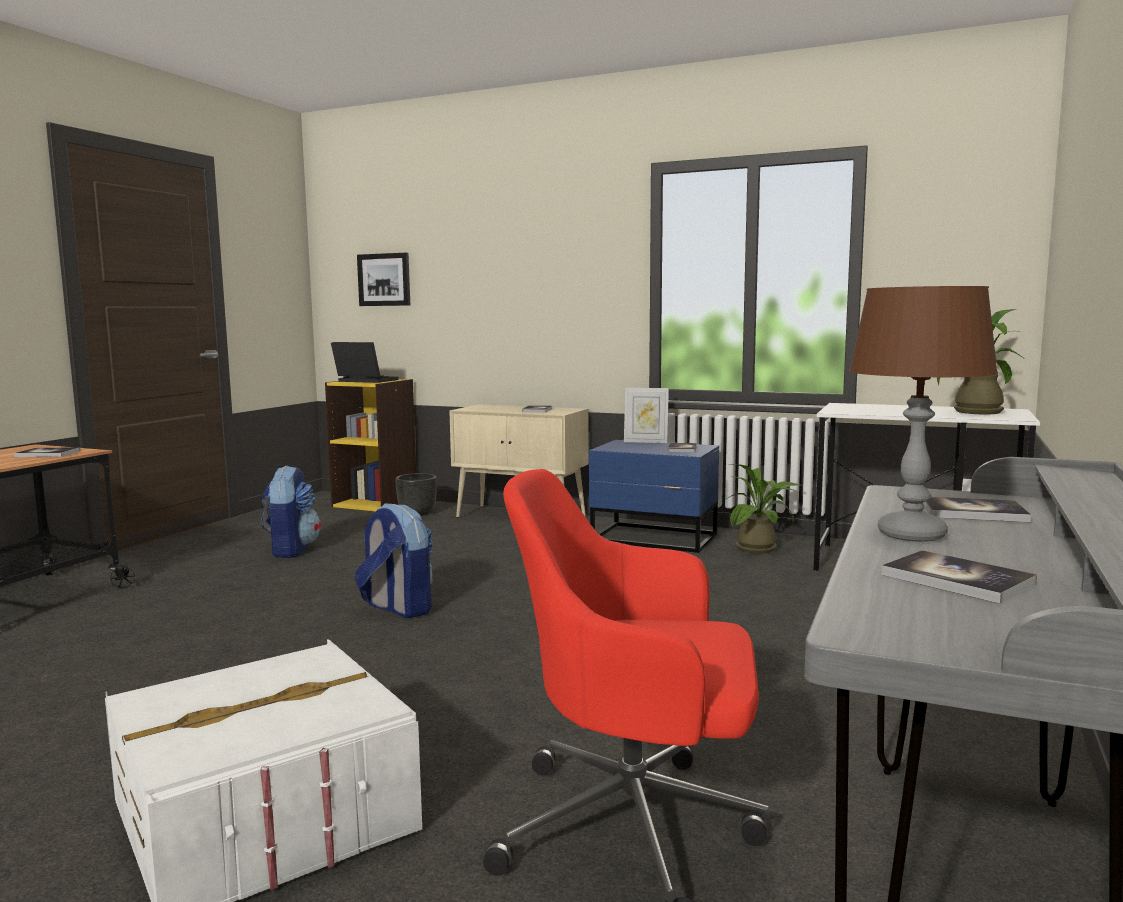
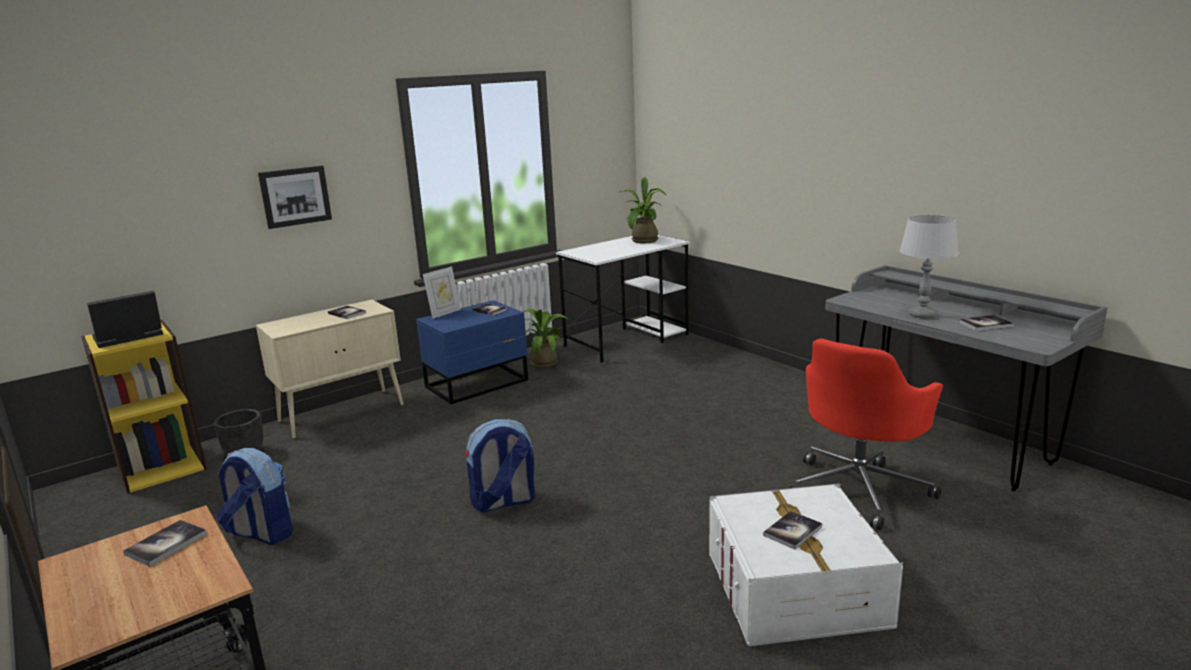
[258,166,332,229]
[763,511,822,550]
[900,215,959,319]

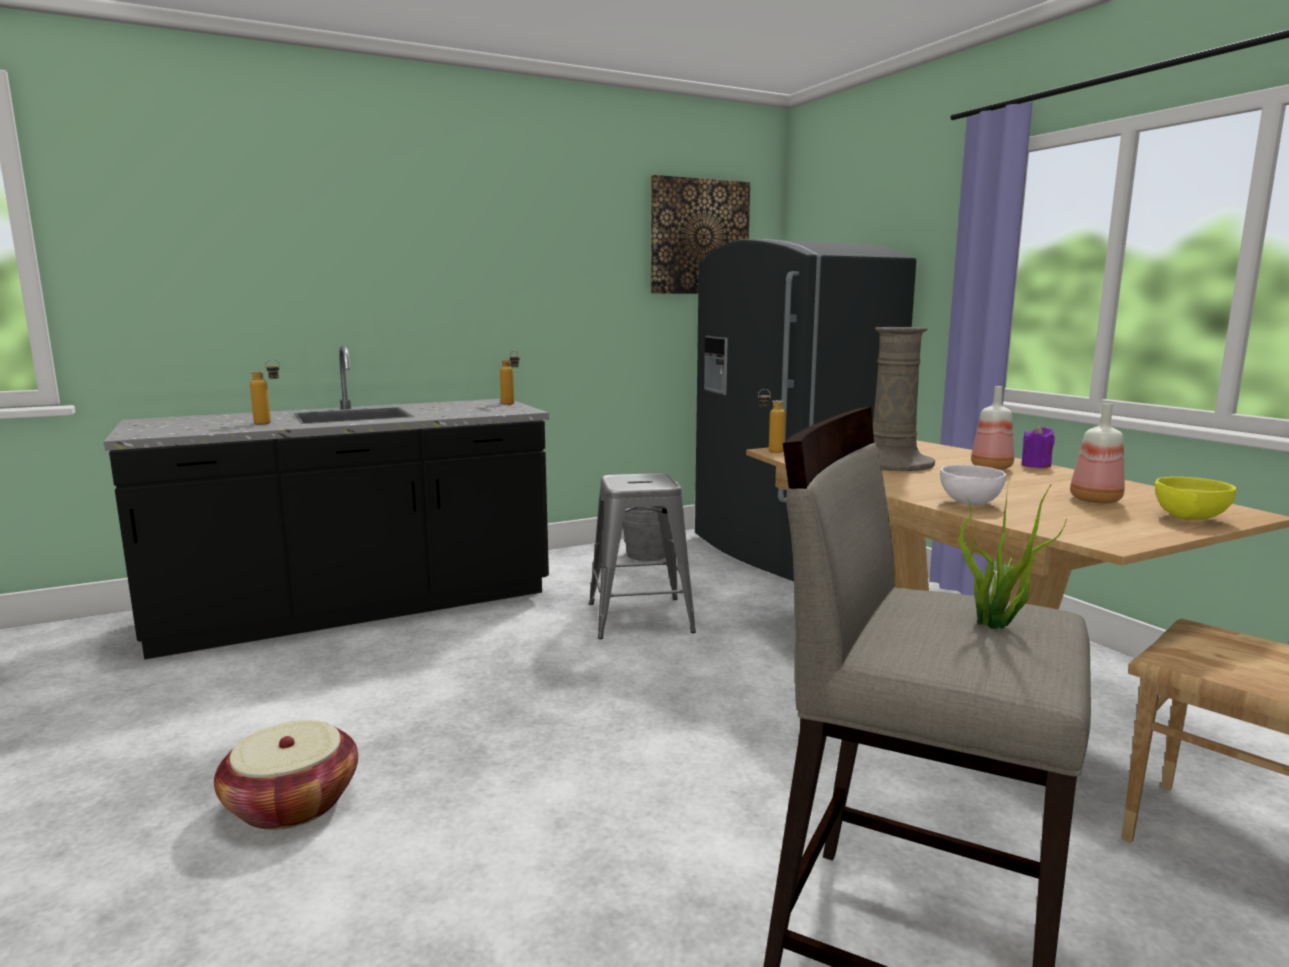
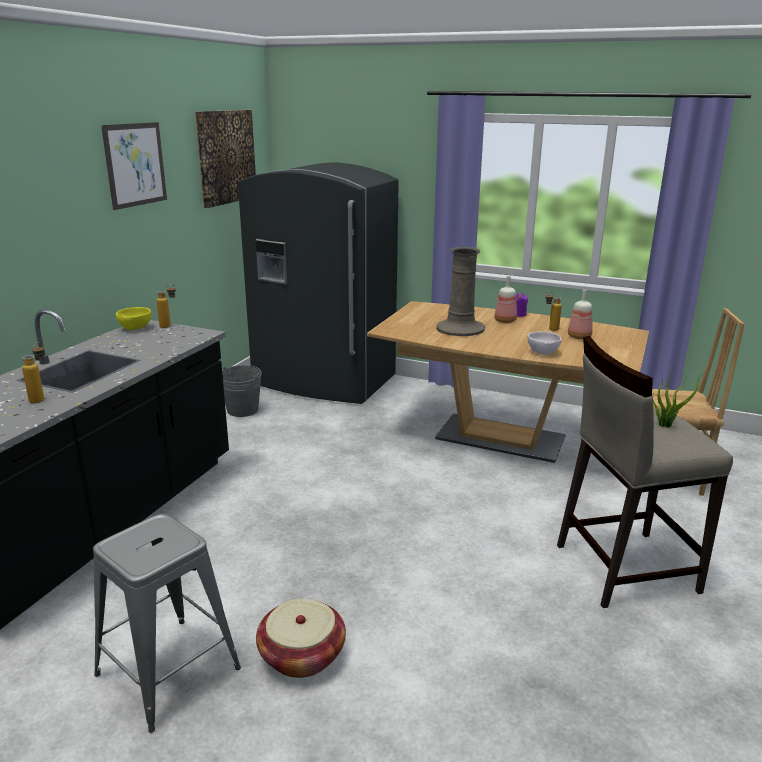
[101,122,167,210]
[93,514,241,733]
[545,291,562,331]
[116,307,151,330]

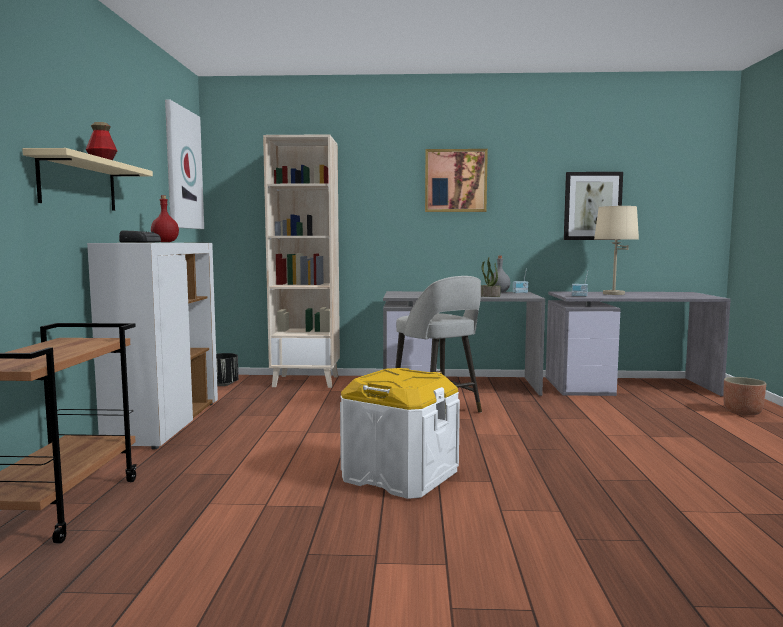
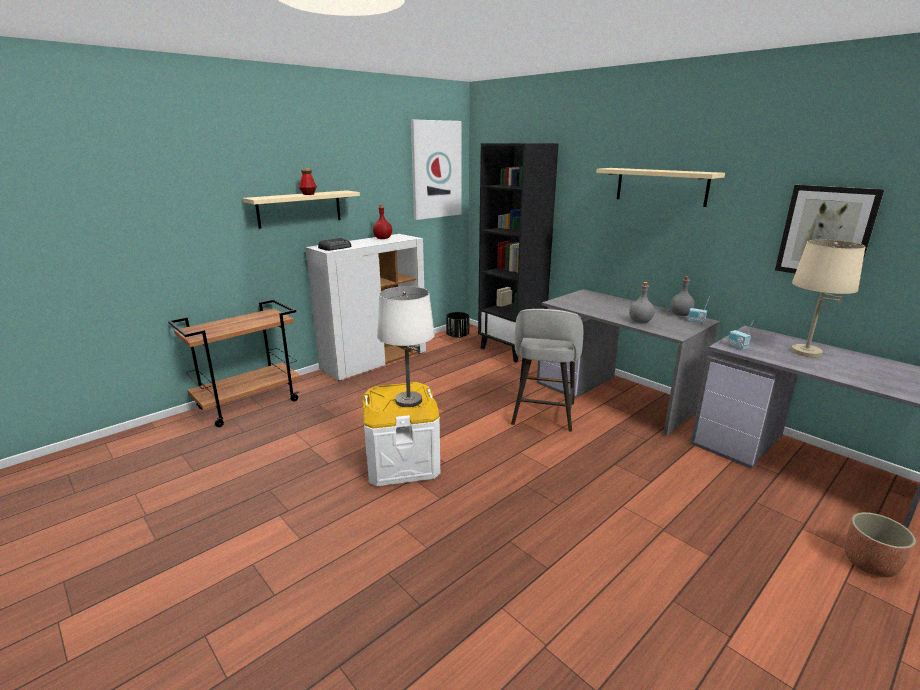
[377,286,435,407]
[596,168,725,207]
[629,282,654,323]
[478,143,559,362]

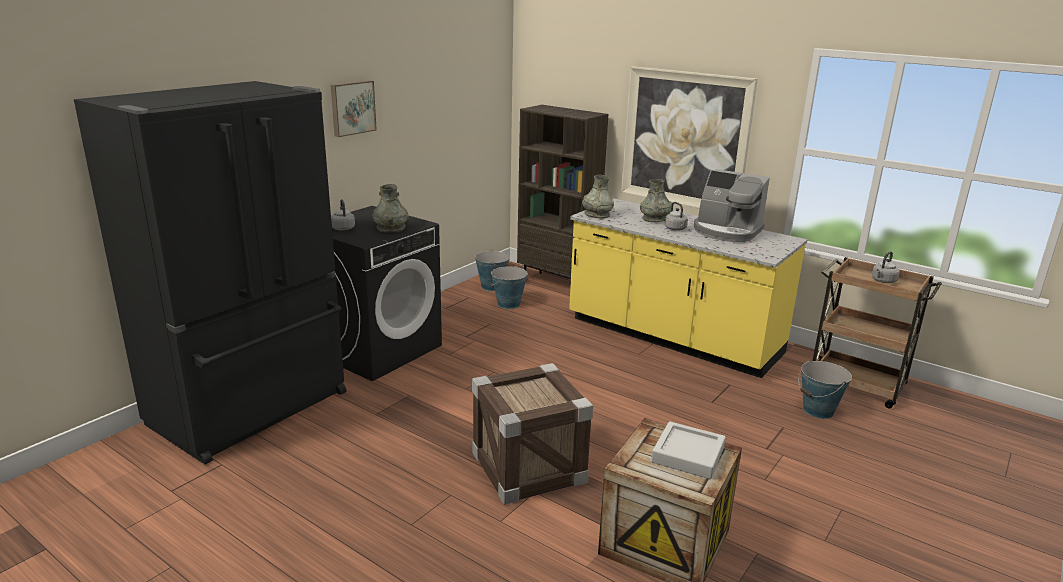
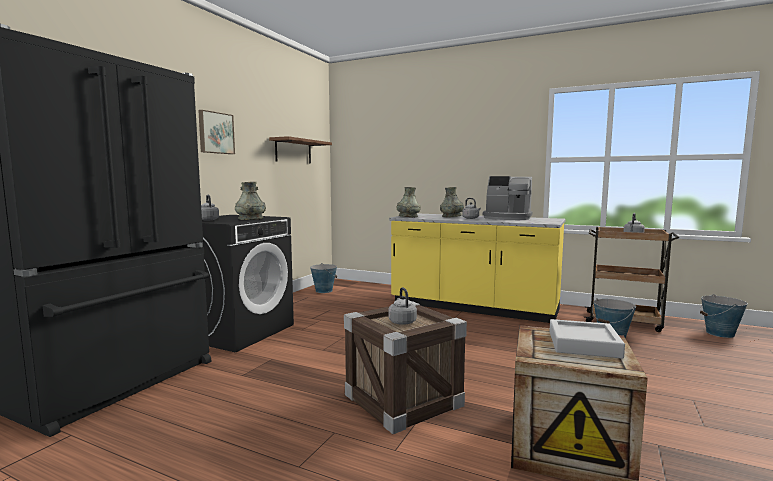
[517,105,608,279] (first image)
[621,66,758,209] (first image)
[269,136,332,164]
[388,287,417,325]
[700,294,748,338]

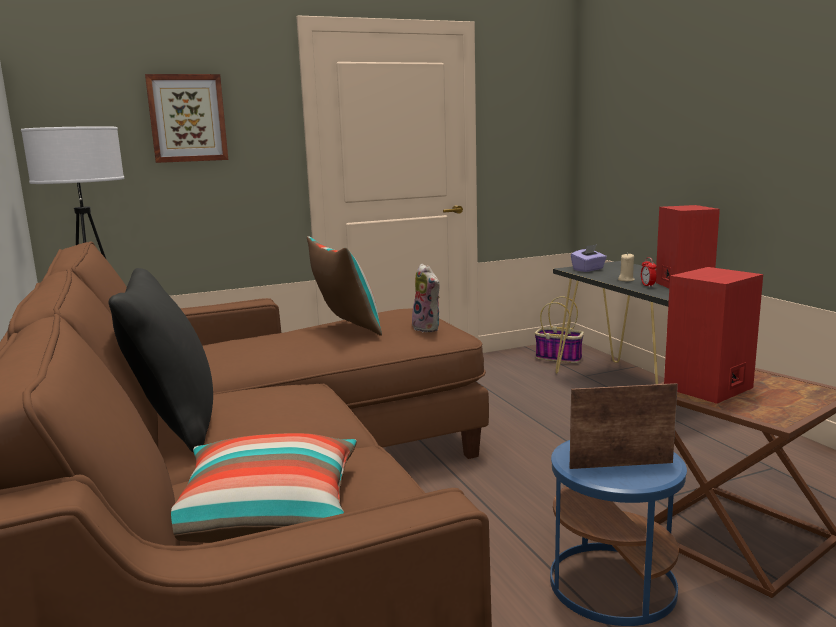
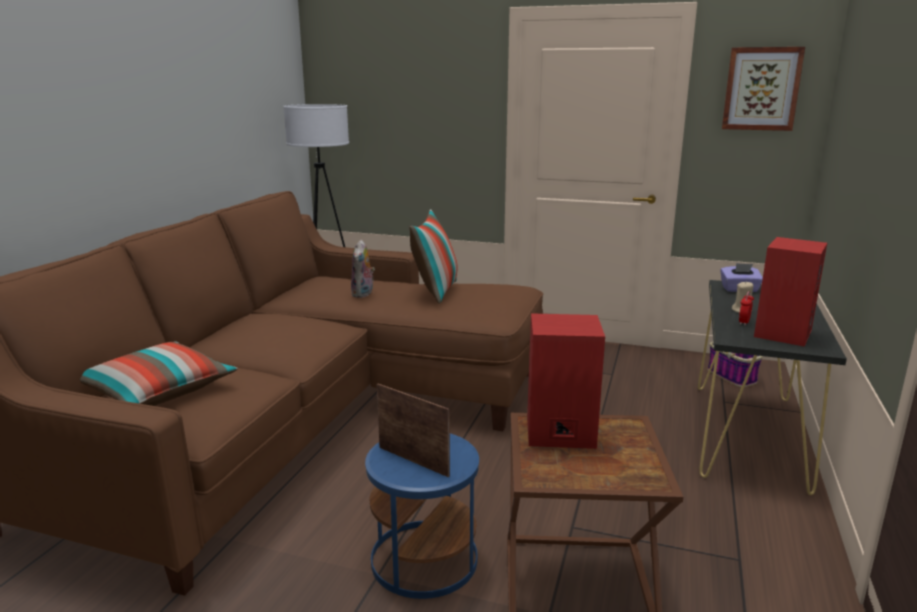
[108,268,213,453] (first image)
[722,47,805,131]
[351,240,375,298]

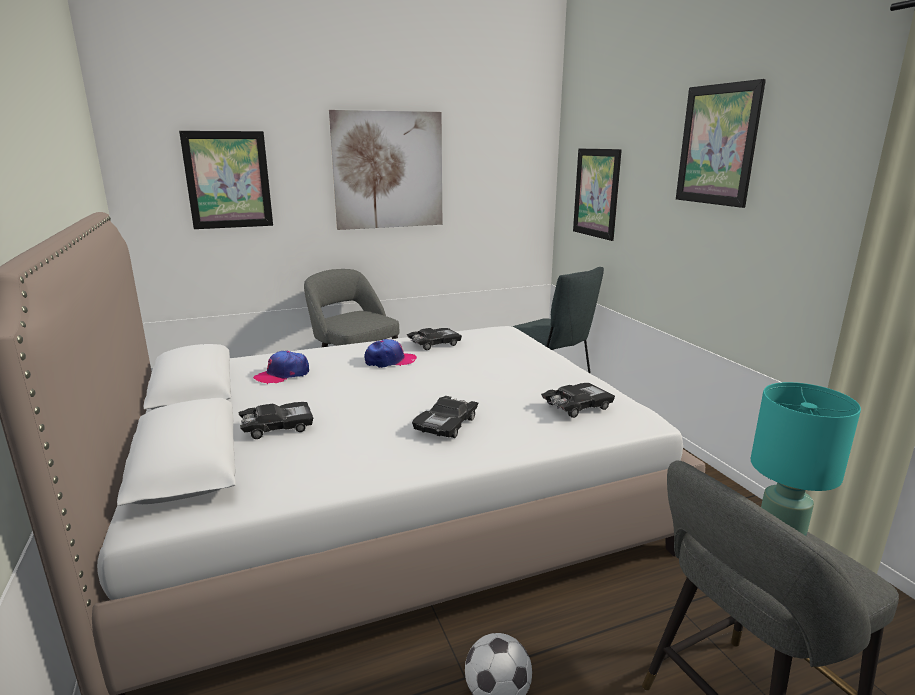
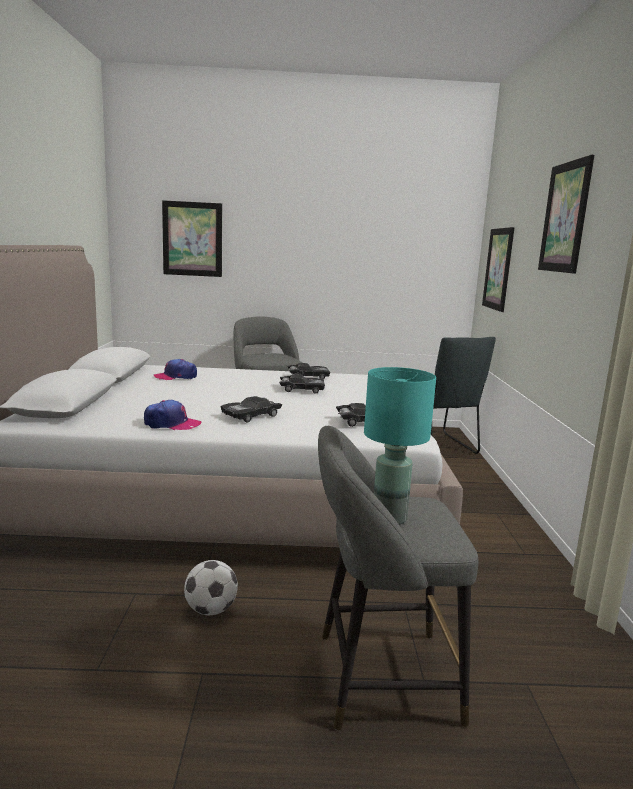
[329,110,442,230] (first image)
[279,374,325,394]
[144,400,202,430]

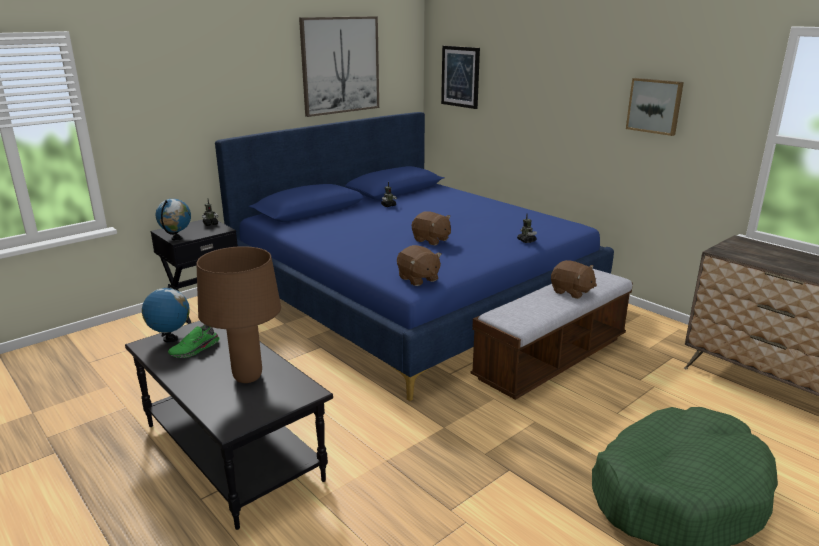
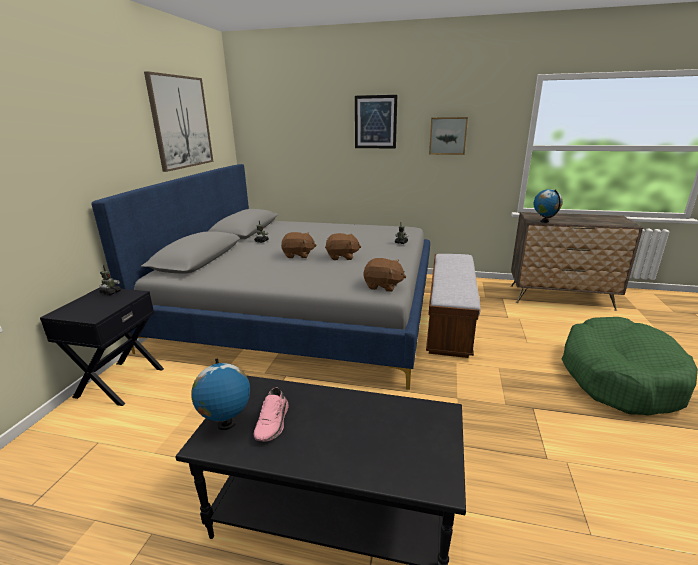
[196,246,281,383] (first image)
[533,189,563,223]
[355,95,397,148]
[281,232,317,258]
[254,388,289,441]
[91,164,430,390]

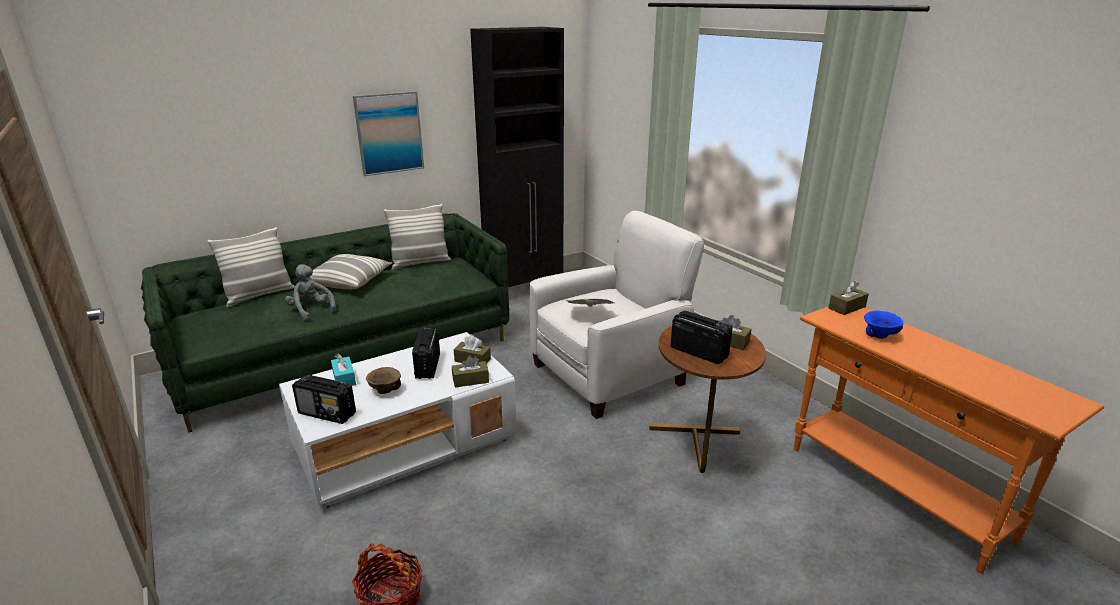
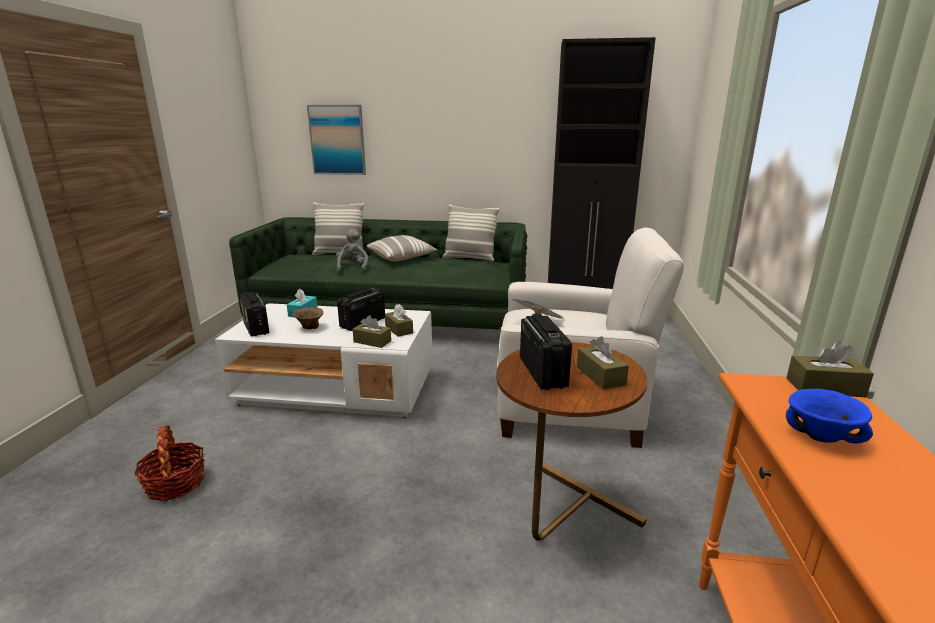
[307,105,366,175]

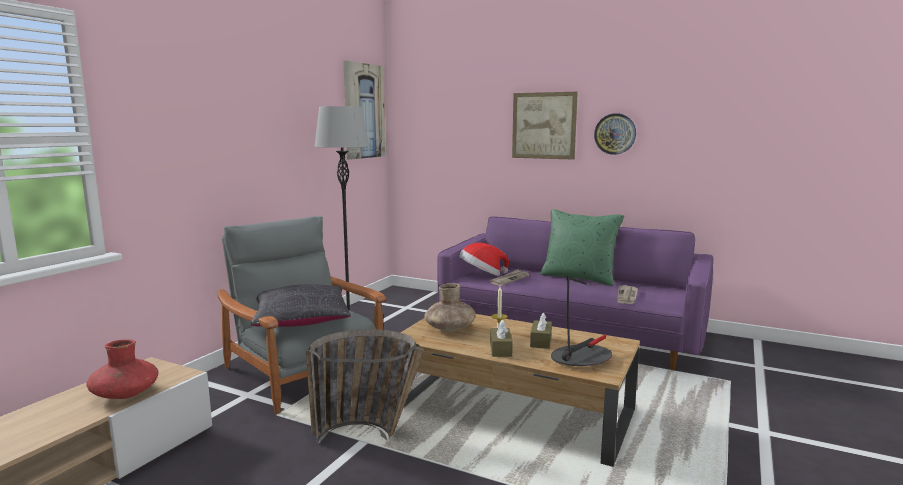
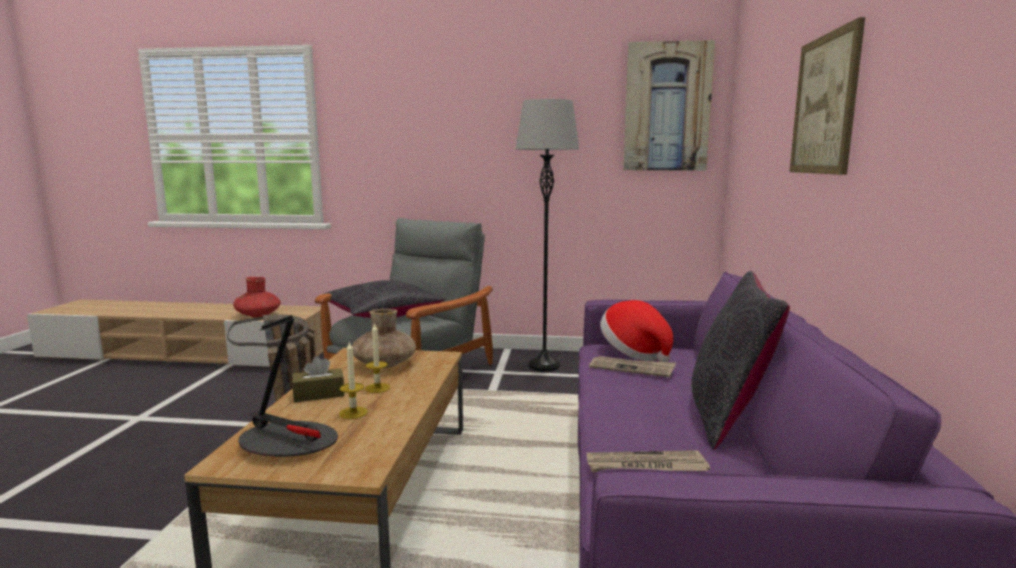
[594,113,636,155] (first image)
[339,342,368,419]
[691,271,790,450]

